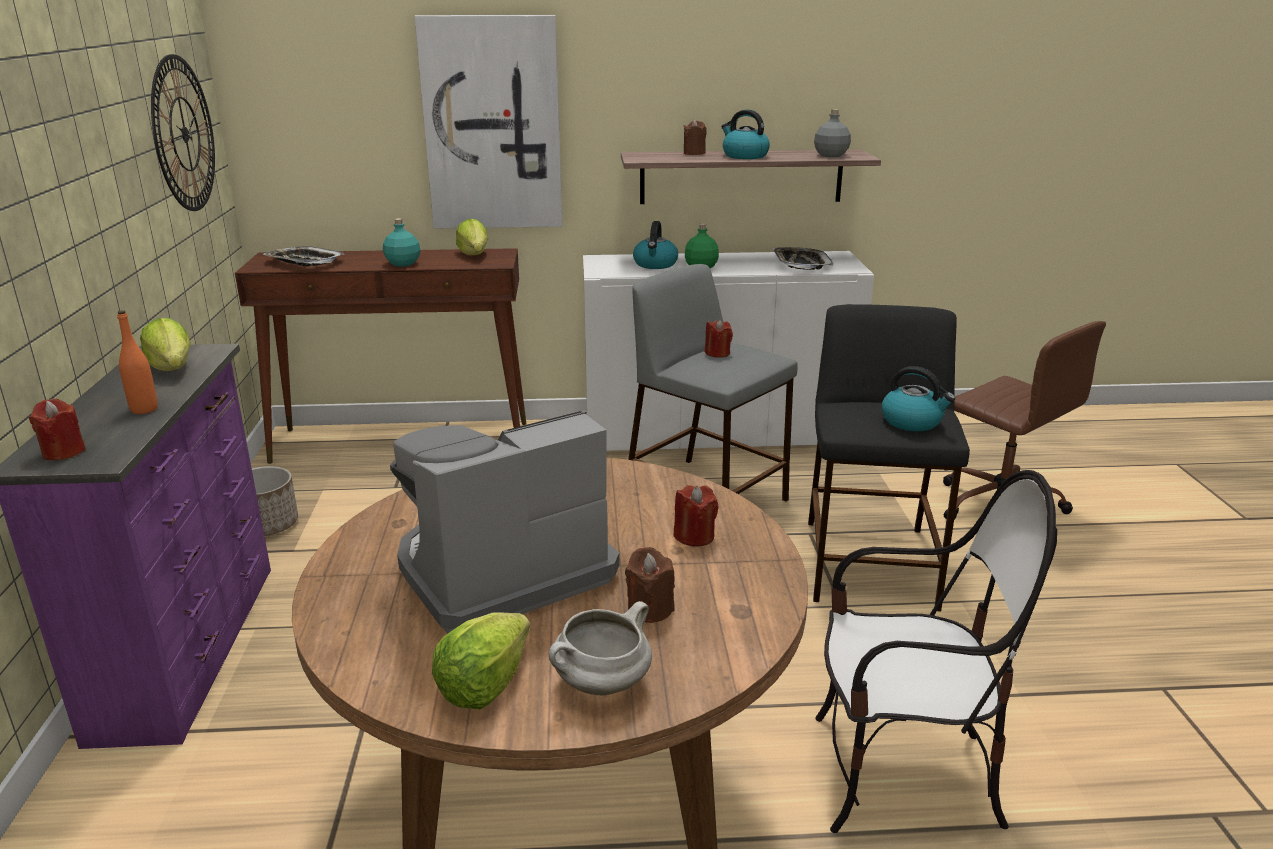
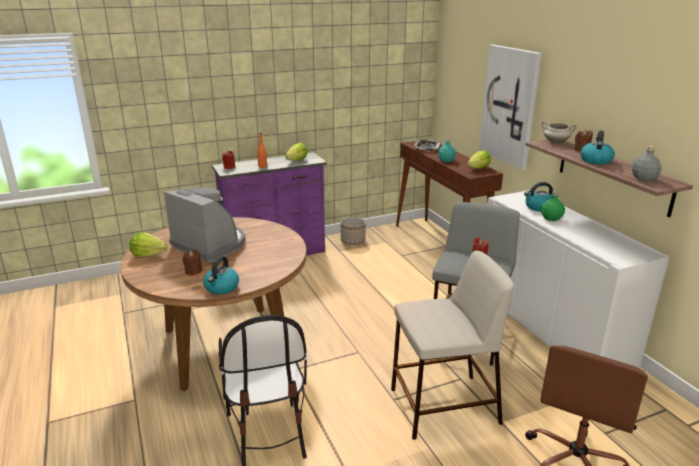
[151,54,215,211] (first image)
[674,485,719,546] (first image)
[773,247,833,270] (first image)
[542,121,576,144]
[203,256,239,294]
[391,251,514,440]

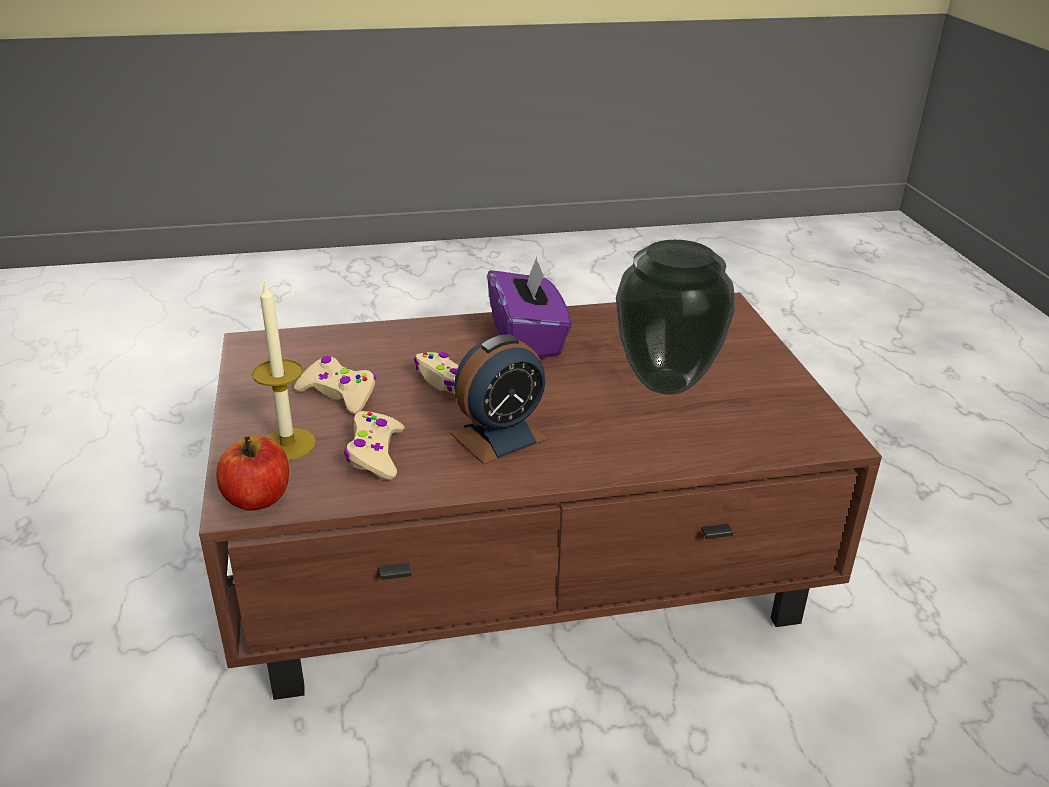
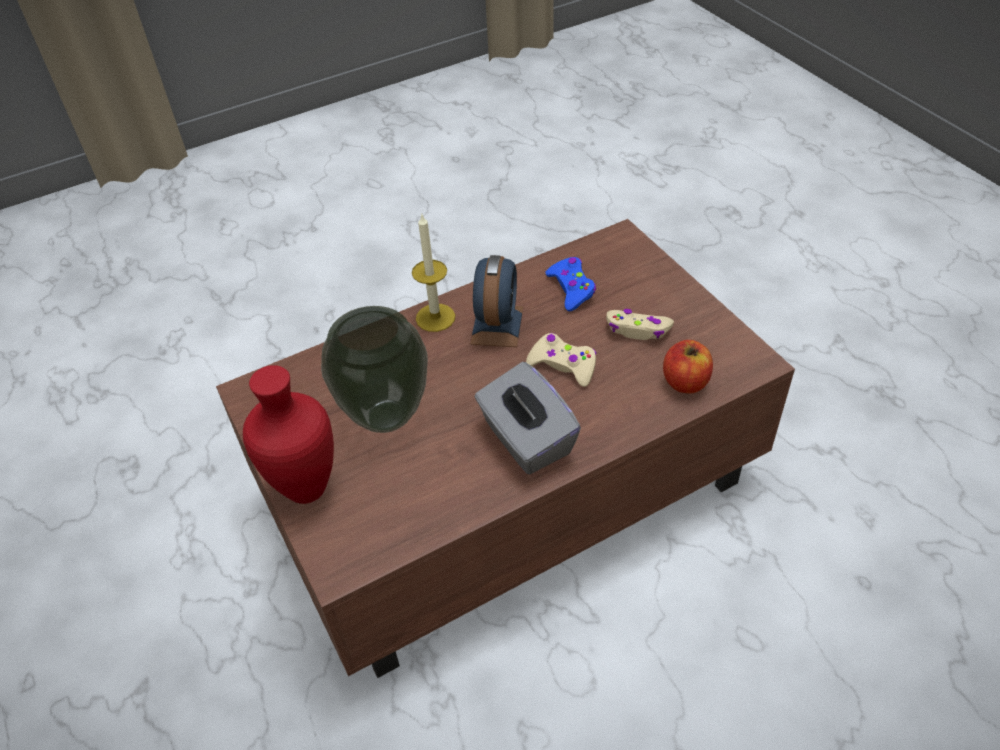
[243,365,334,504]
[663,340,713,394]
[412,215,455,332]
[545,257,596,311]
[475,362,581,474]
[471,255,523,347]

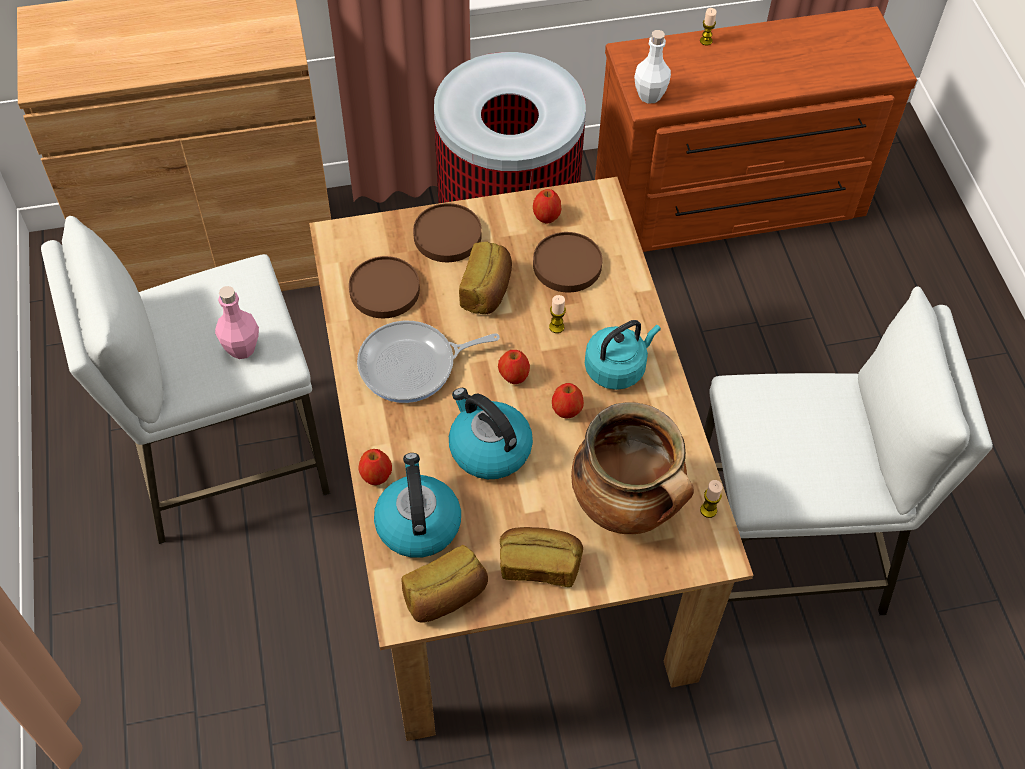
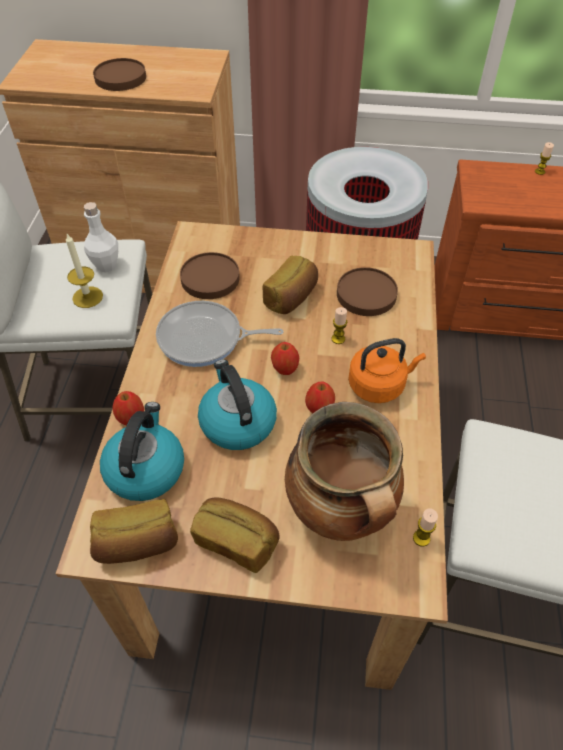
[533,189,562,224] (first image)
[93,58,146,91]
[84,202,118,272]
[66,234,103,308]
[348,338,426,403]

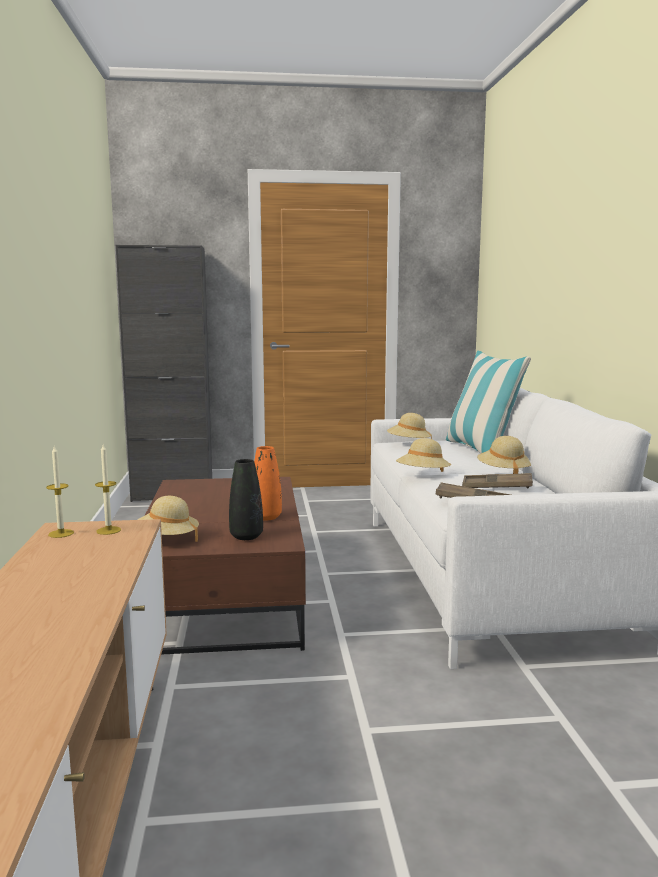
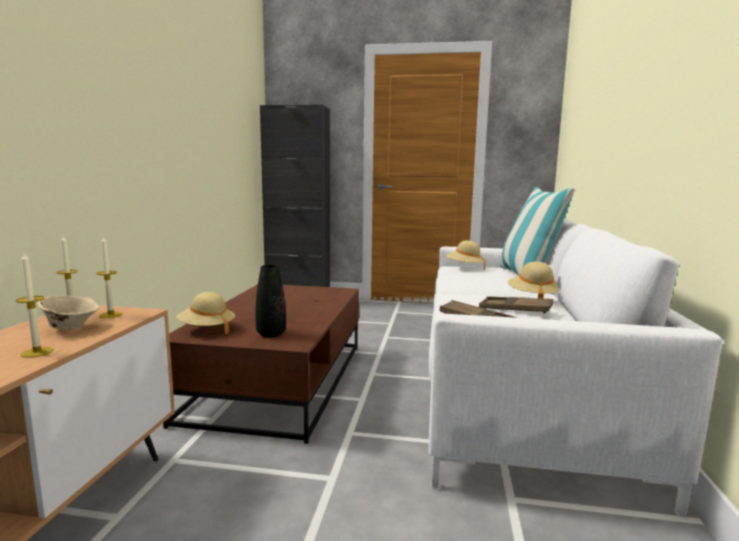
[254,446,282,521] (first image)
[396,438,451,472] (first image)
[16,252,54,358]
[38,296,100,330]

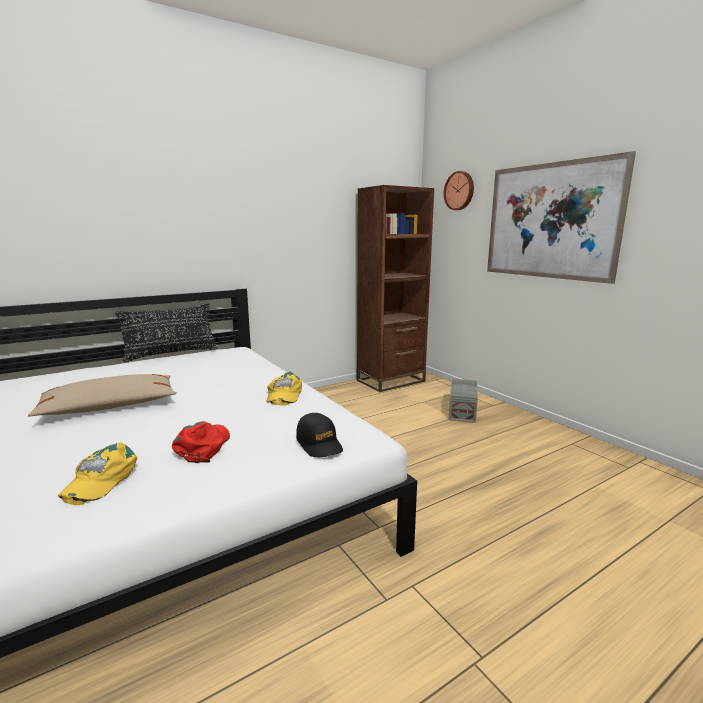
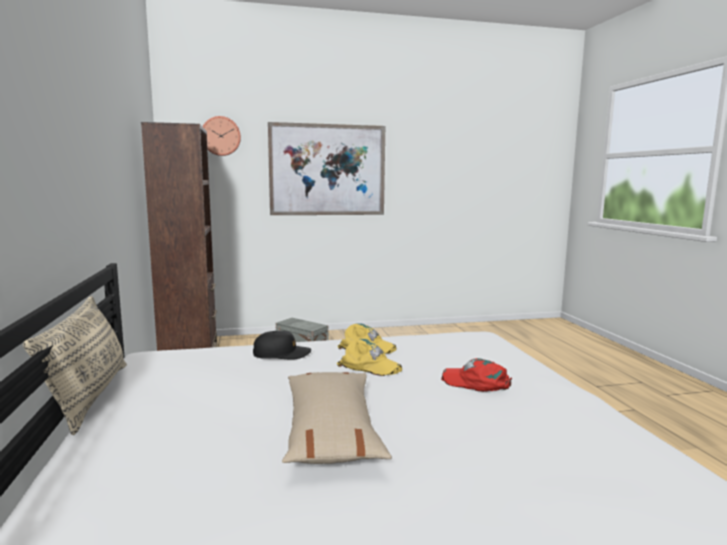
[337,339,402,376]
[253,331,311,360]
[23,296,127,435]

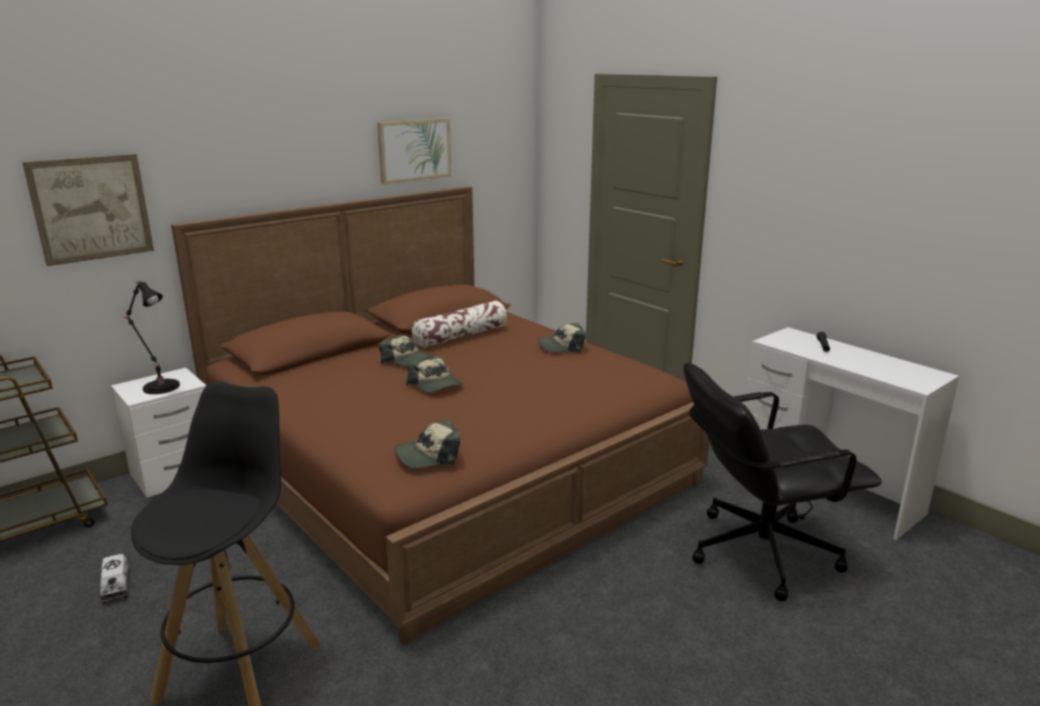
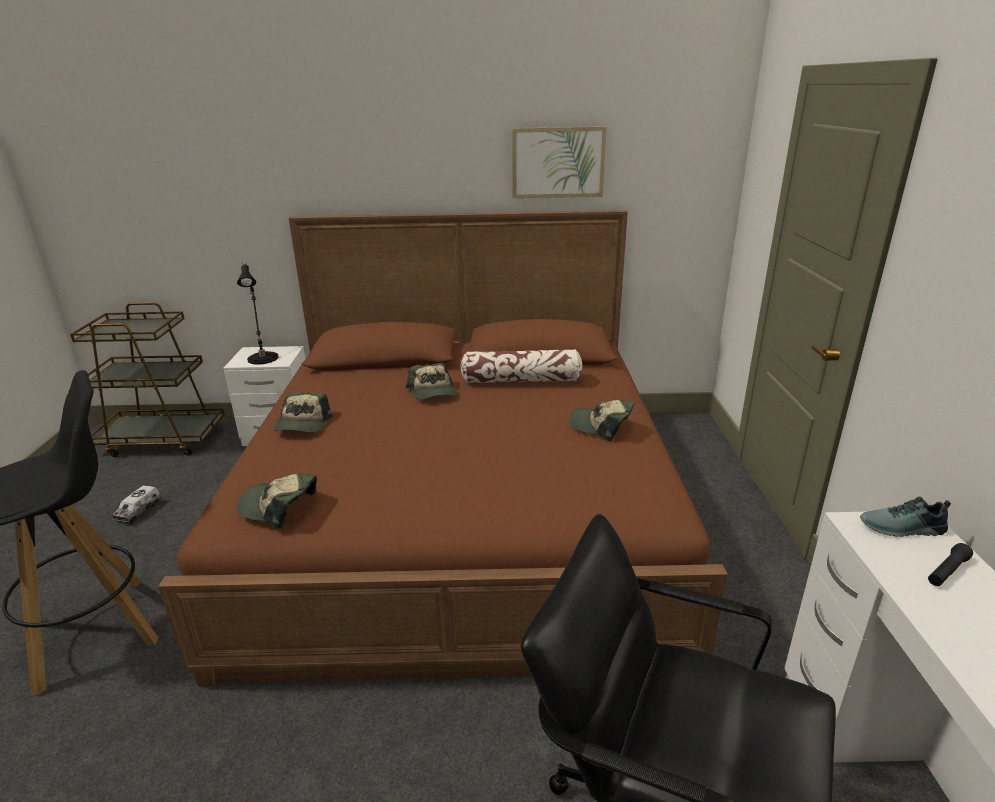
[22,154,154,266] (first image)
[860,496,951,537]
[274,392,332,433]

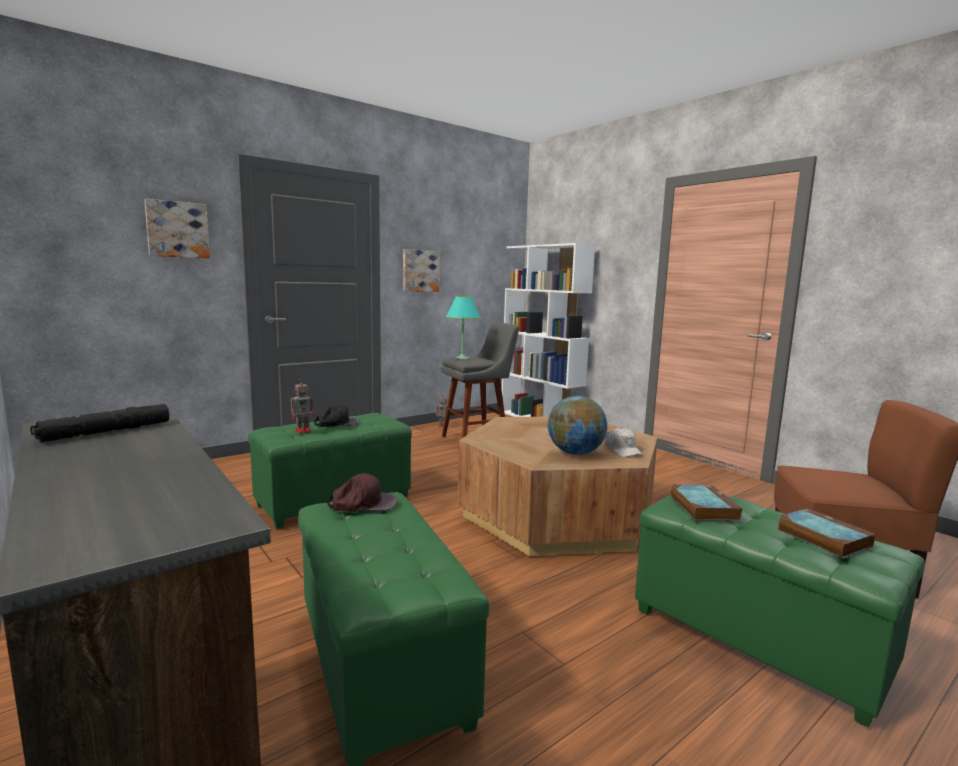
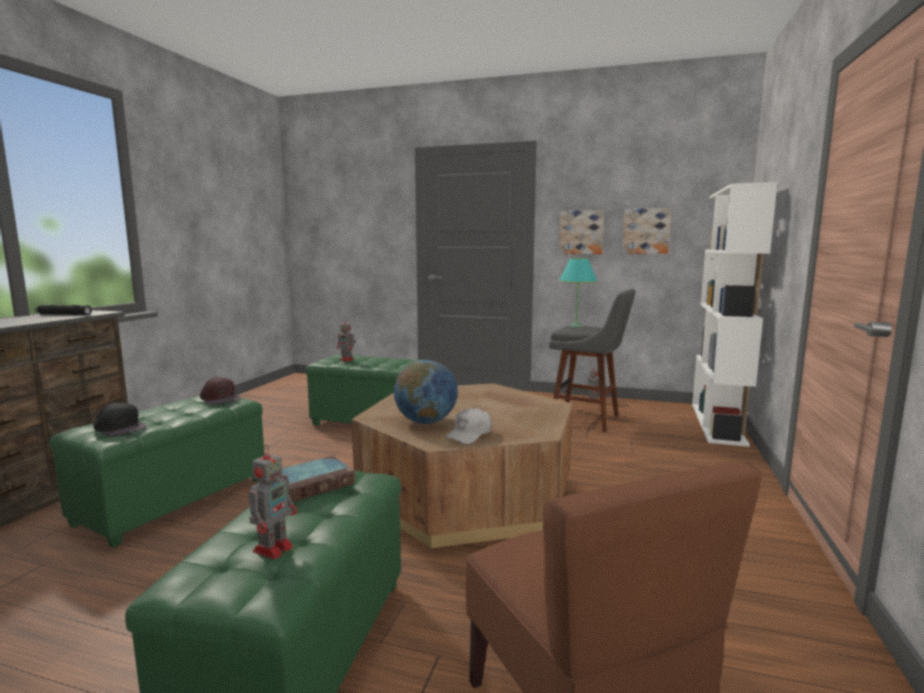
[622,208,671,254]
[93,402,147,437]
[248,445,297,560]

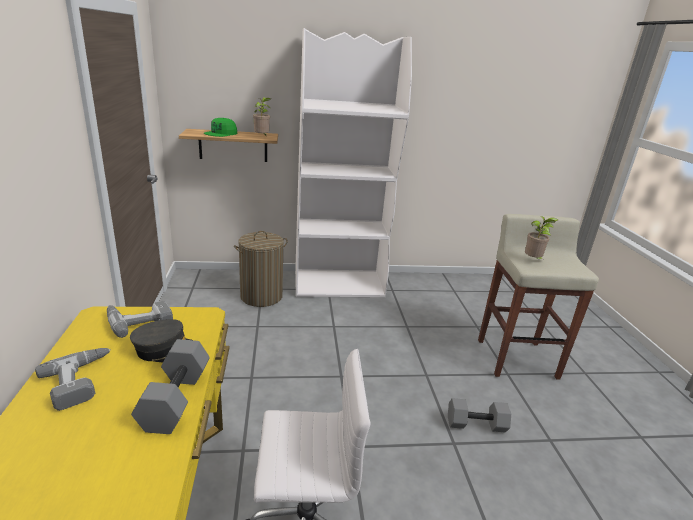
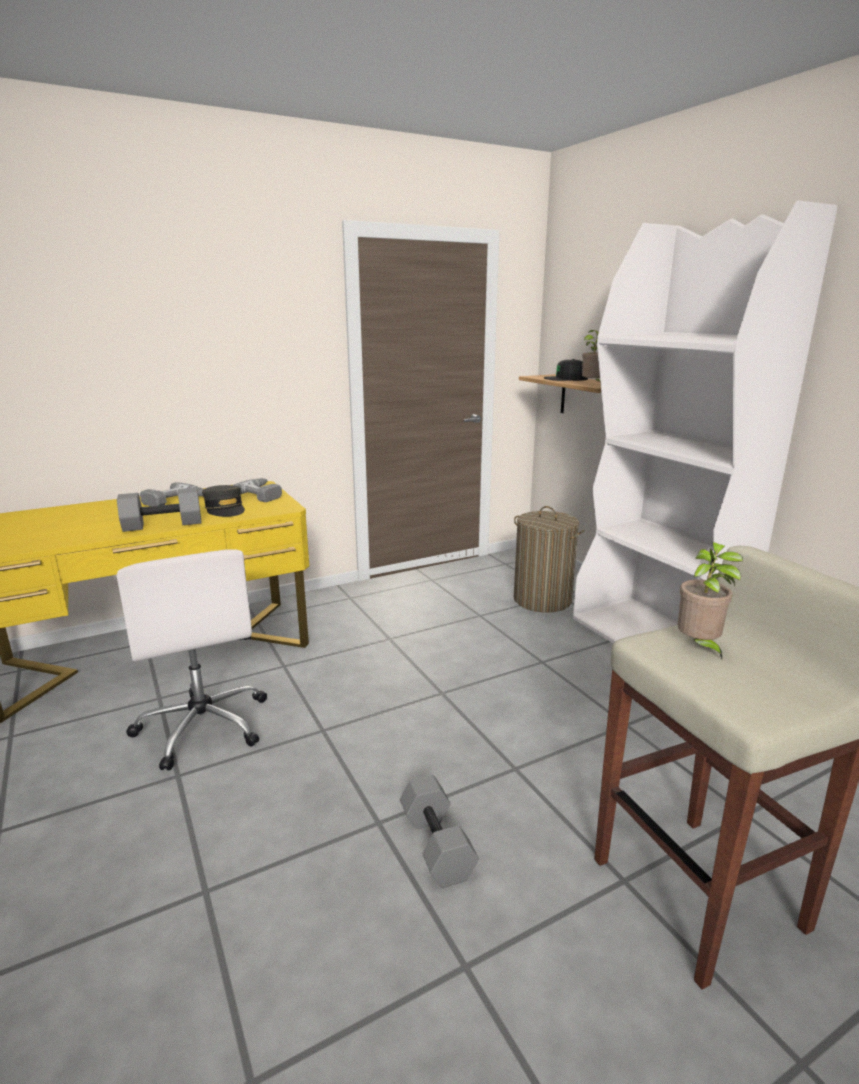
[544,359,588,381]

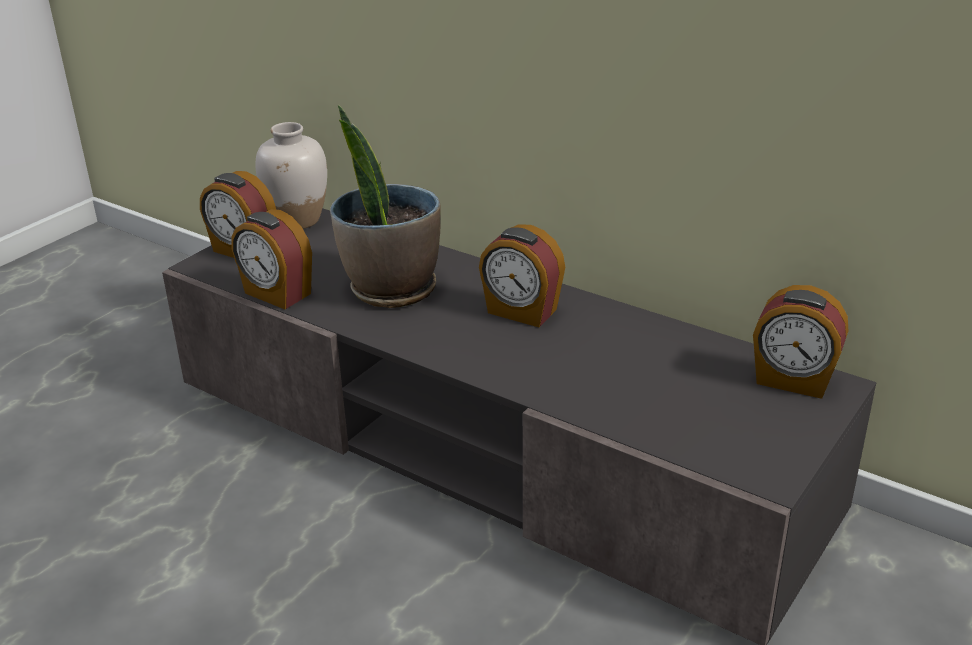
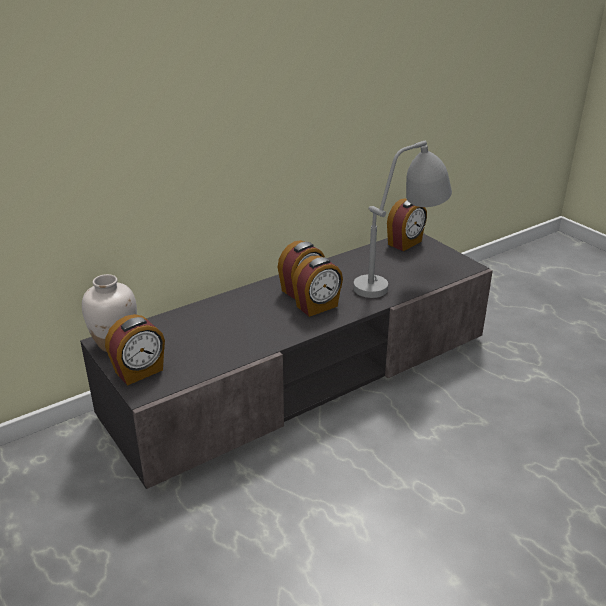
[330,105,441,308] (first image)
[353,141,452,298]
[292,255,343,317]

